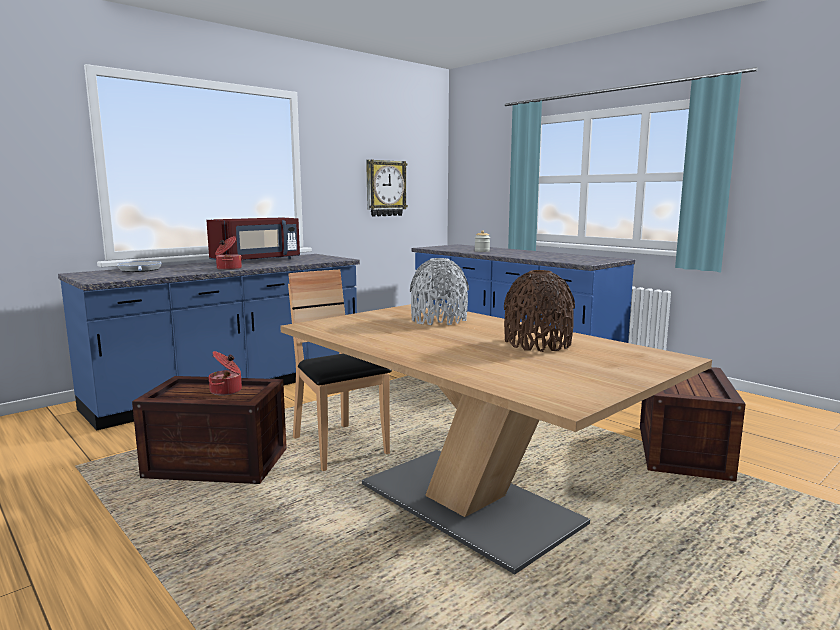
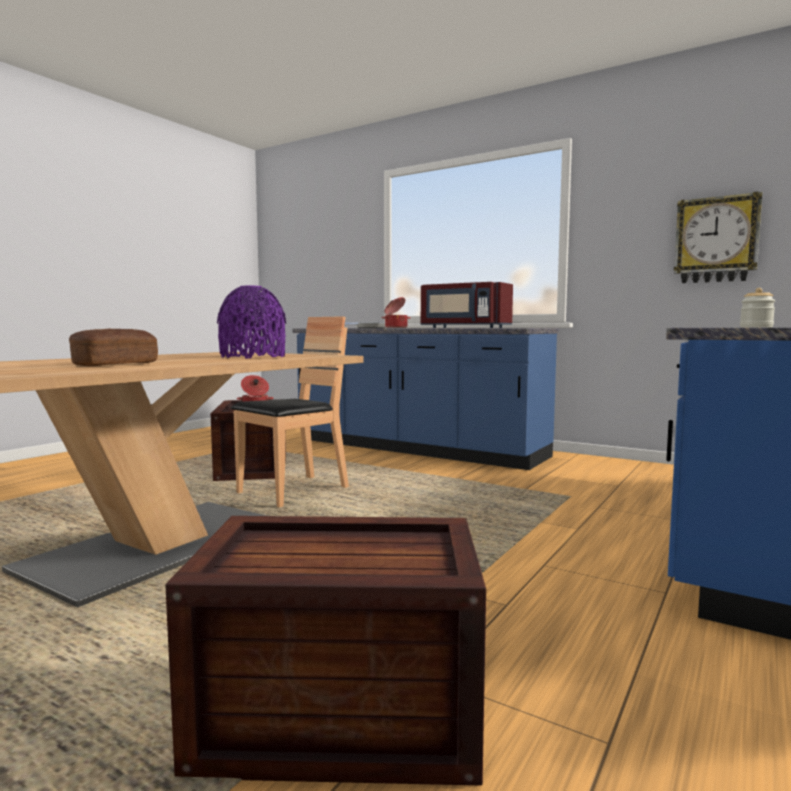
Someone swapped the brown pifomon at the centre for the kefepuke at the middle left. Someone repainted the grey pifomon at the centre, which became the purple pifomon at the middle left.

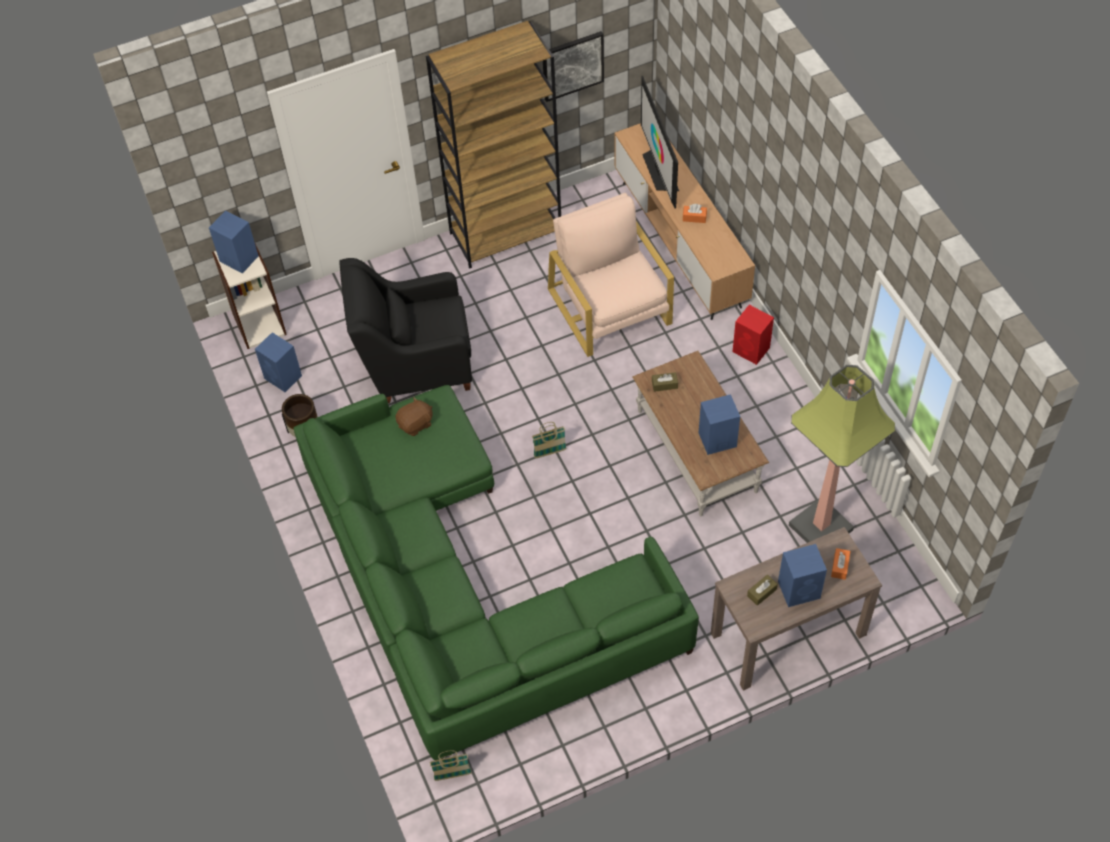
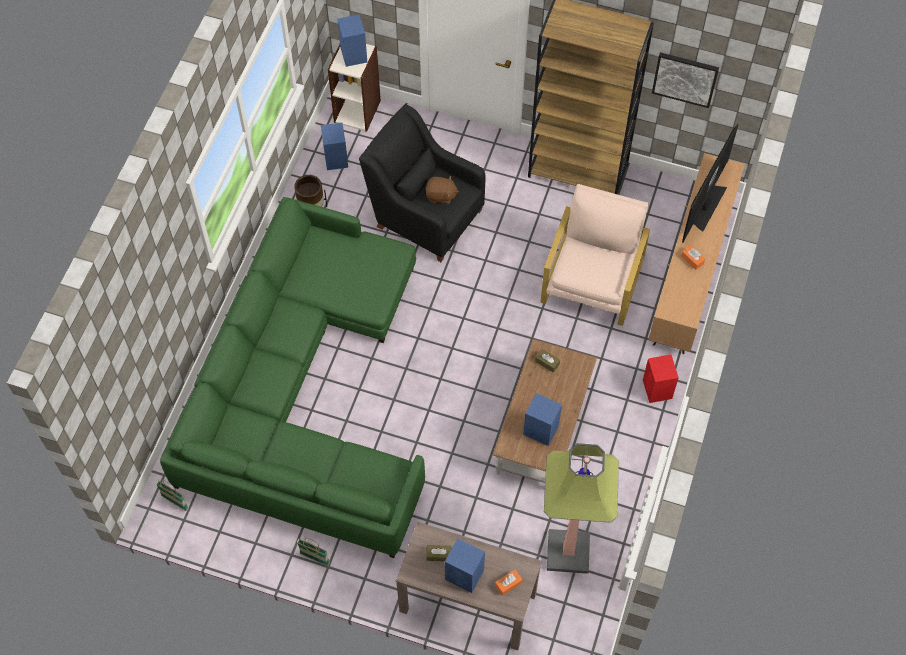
Someone carried the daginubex (2nd from left) from the centre to the bottom centre. Someone carried the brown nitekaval from the centre to the top centre.

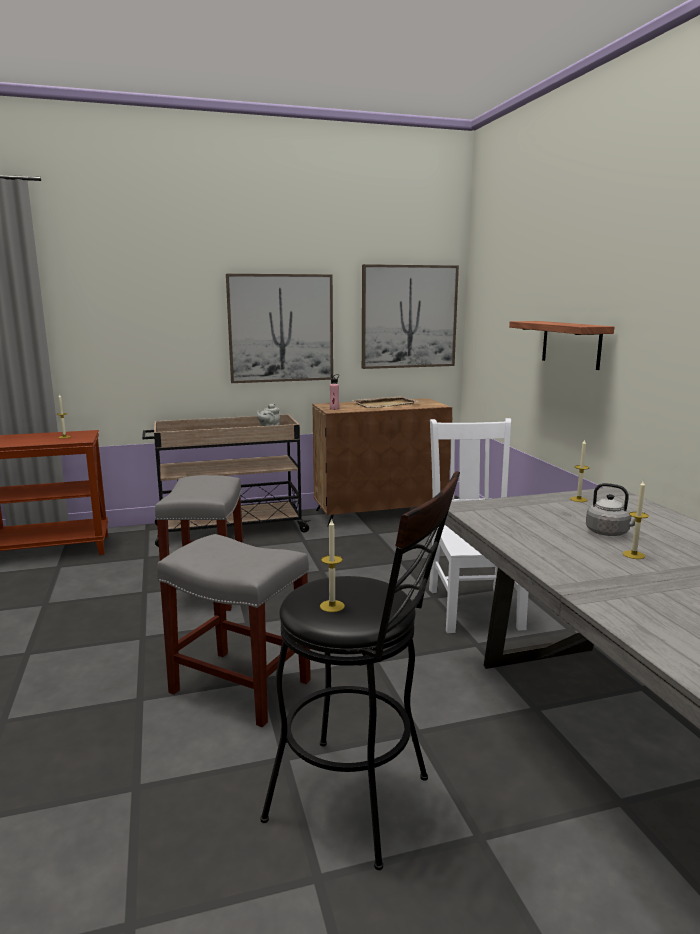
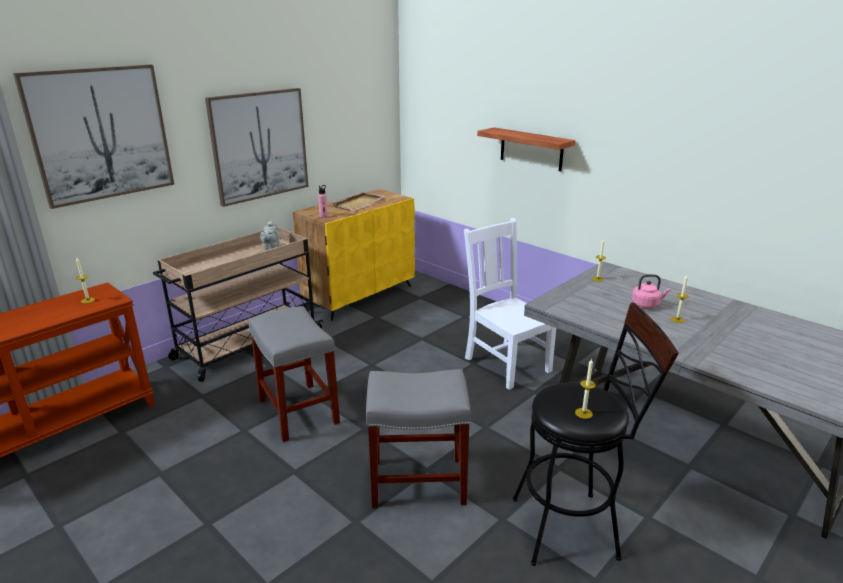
Someone carried the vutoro (2nd from left in the first image) from the centre to the top left. Someone repainted the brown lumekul at the centre, which became the yellow lumekul at the centre. Someone repainted the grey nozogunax at the middle right, which became the pink nozogunax at the middle right.

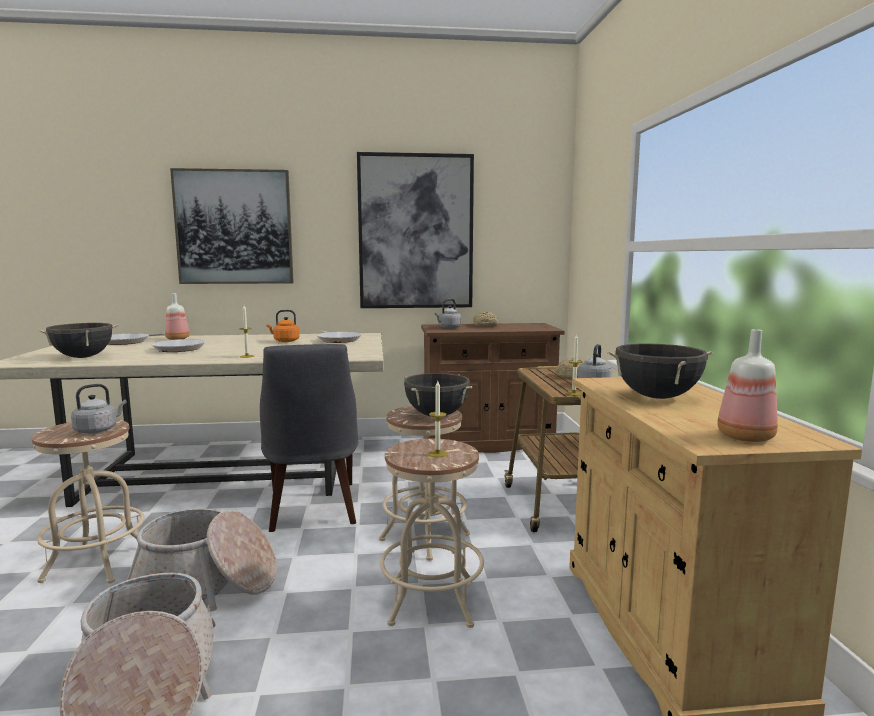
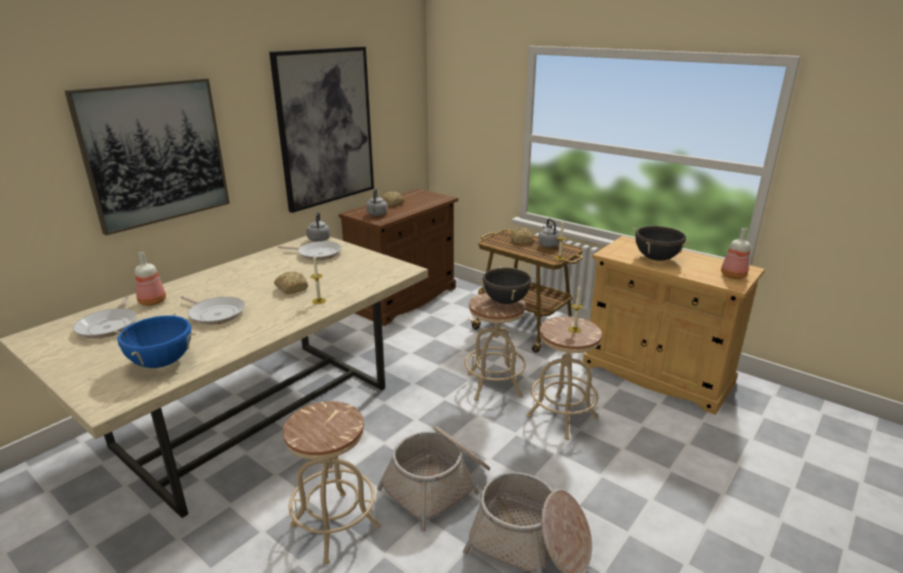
Someone repainted the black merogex (1st from left) at the middle left, which became the blue merogex at the middle left. Someone put down the kefepuke (1st from left) at the middle left. Someone carried the grey nozogunax (1st from left) from the middle left to the centre. Someone took away the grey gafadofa at the centre. Someone took away the orange nozogunax at the middle left.

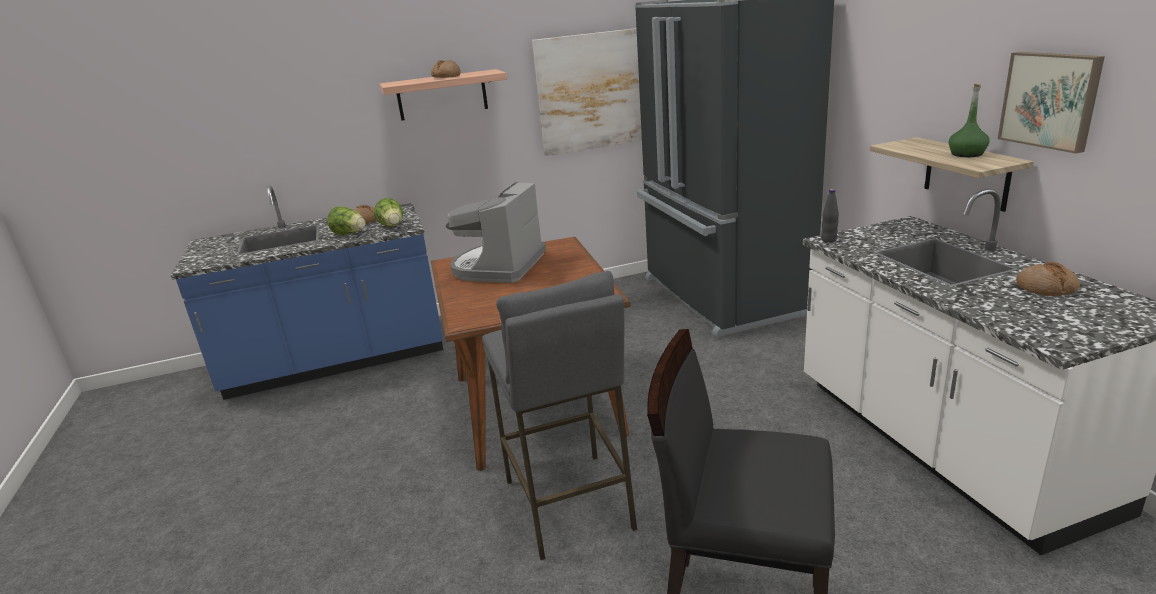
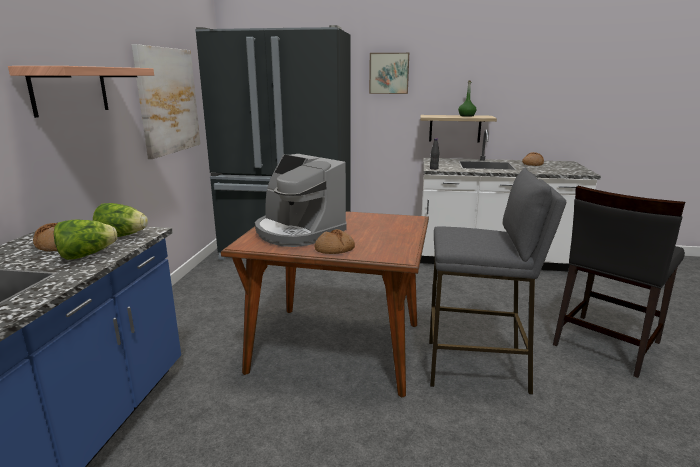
Someone carried the kefepuke (2nd from left) from the top centre to the centre. Someone carried the vutoro (2nd from left) from the top right to the top centre.

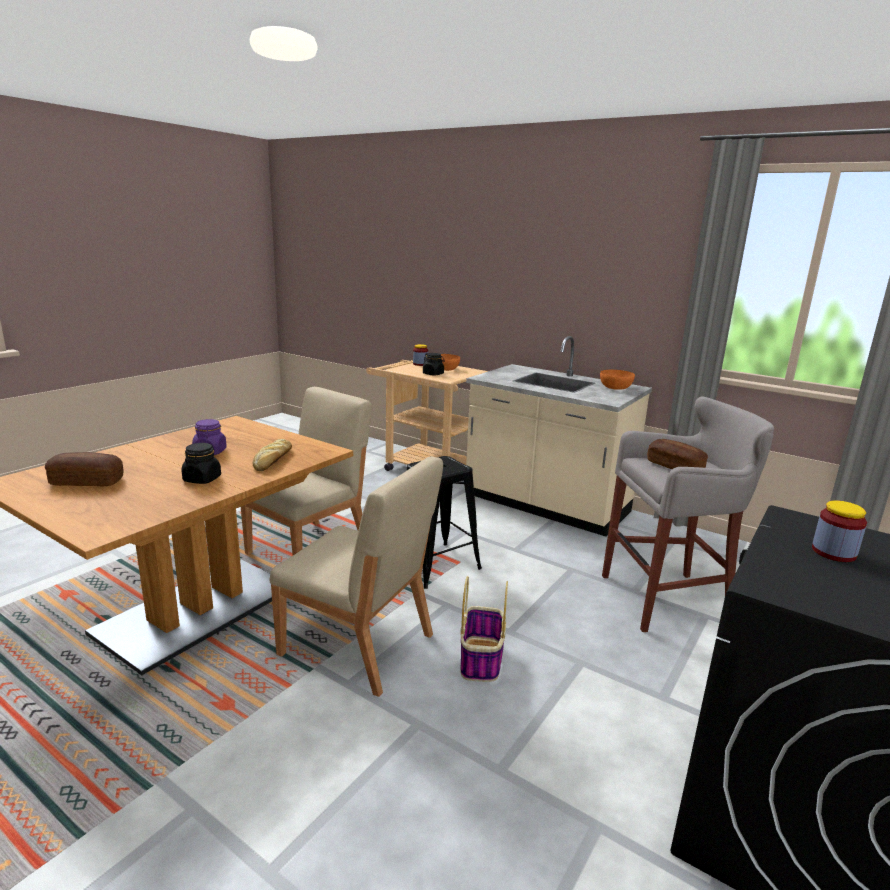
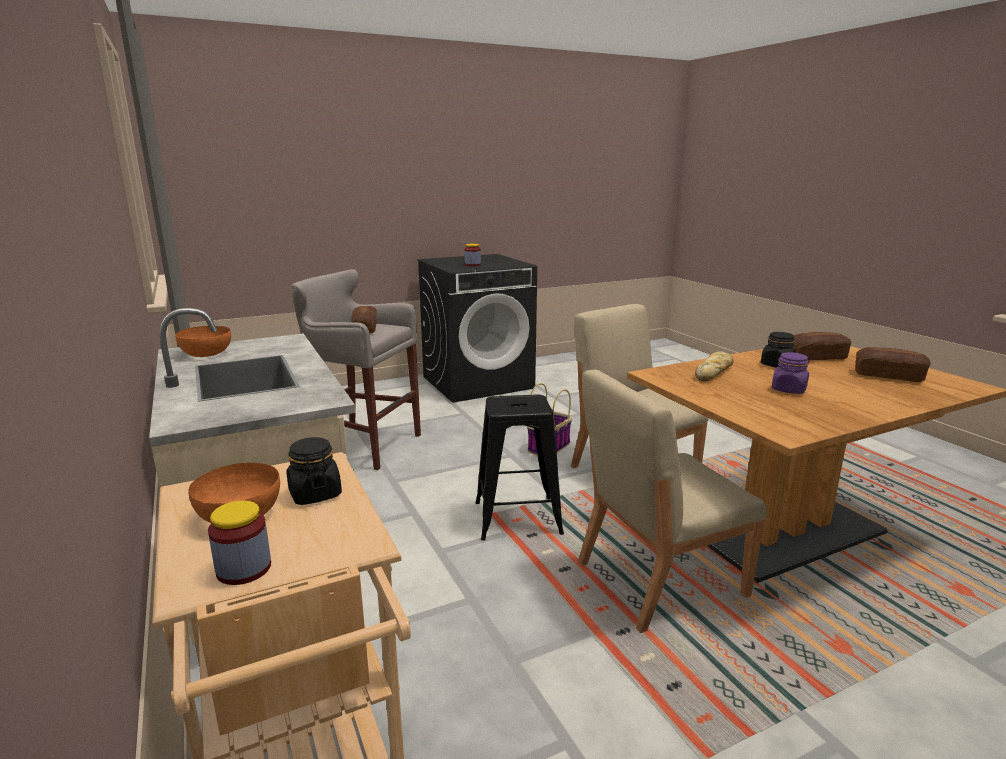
Someone put down the kefepuke (3rd from left) at the middle right.

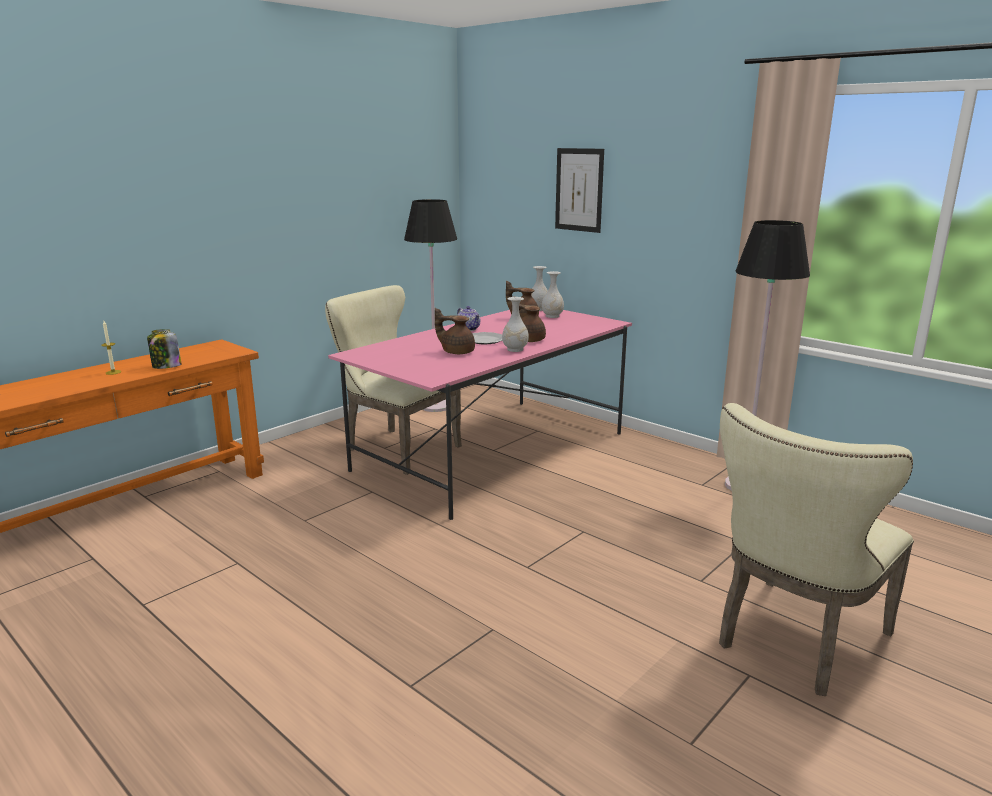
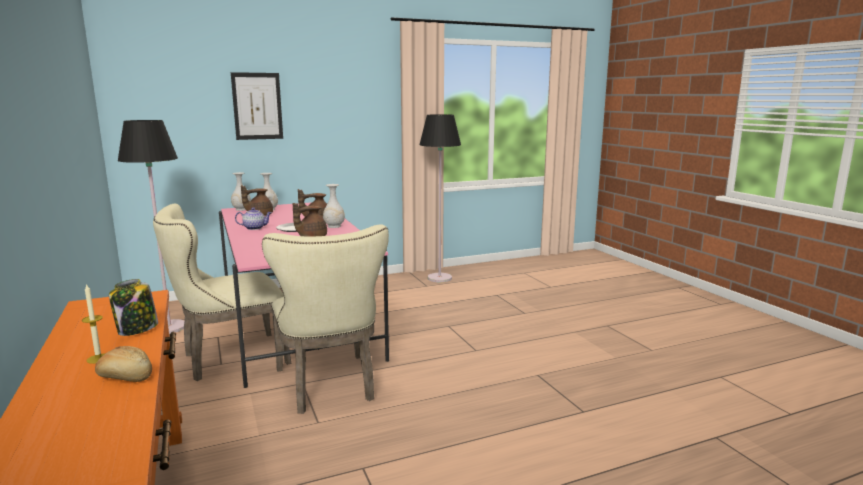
Someone put down the kefepuke at the bottom left. Someone carried the beige gafadofa (2nd from left) from the bottom right to the centre.

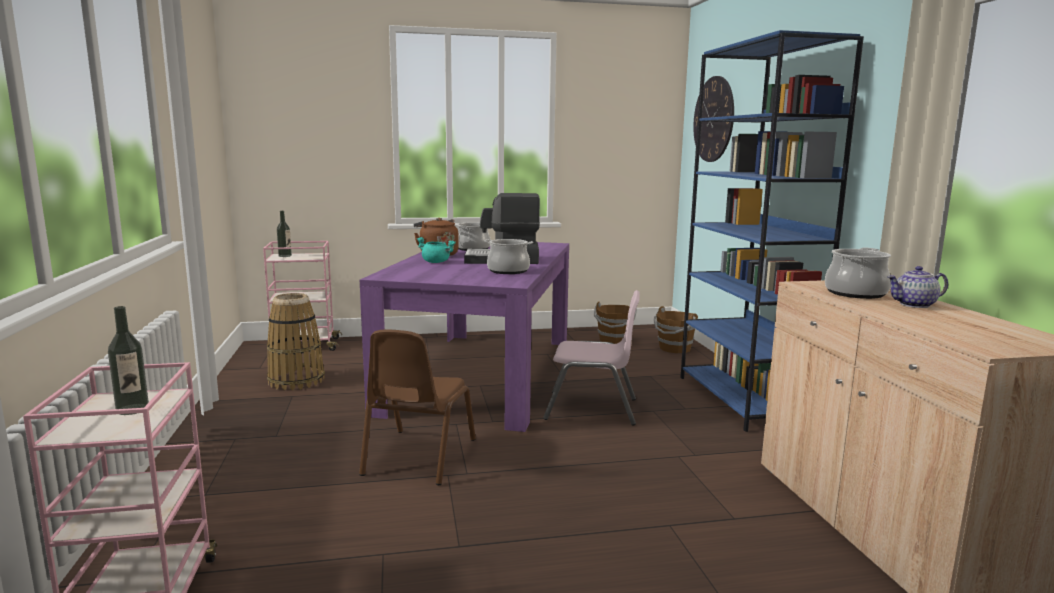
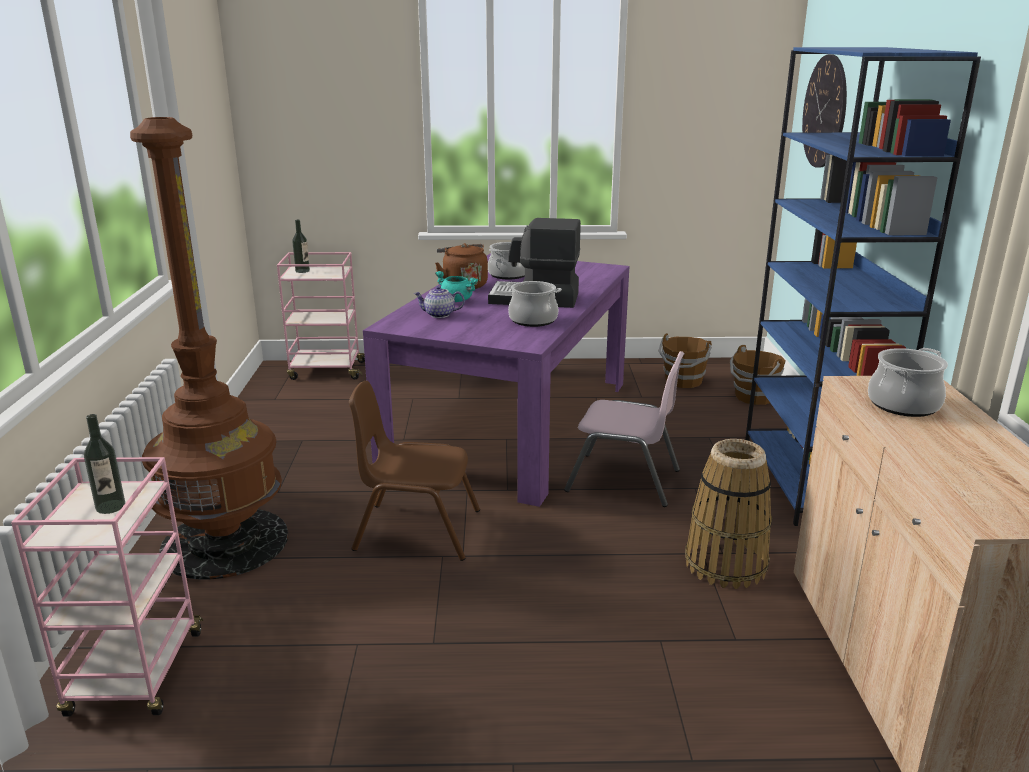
Someone put down the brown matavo at the middle left. Someone rotated the brown gafadofa at the bottom centre by 75 degrees clockwise. Someone carried the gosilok from the middle right to the centre. Someone carried the daginubex from the middle left to the middle right.

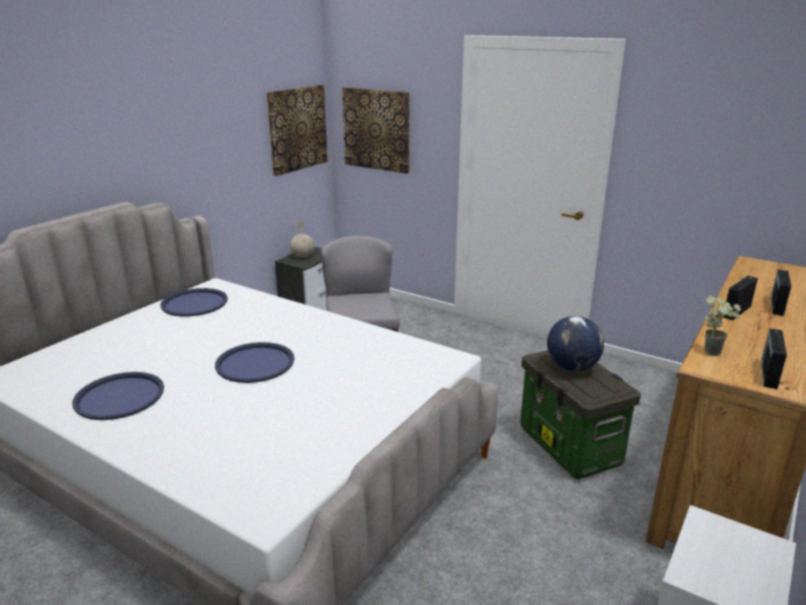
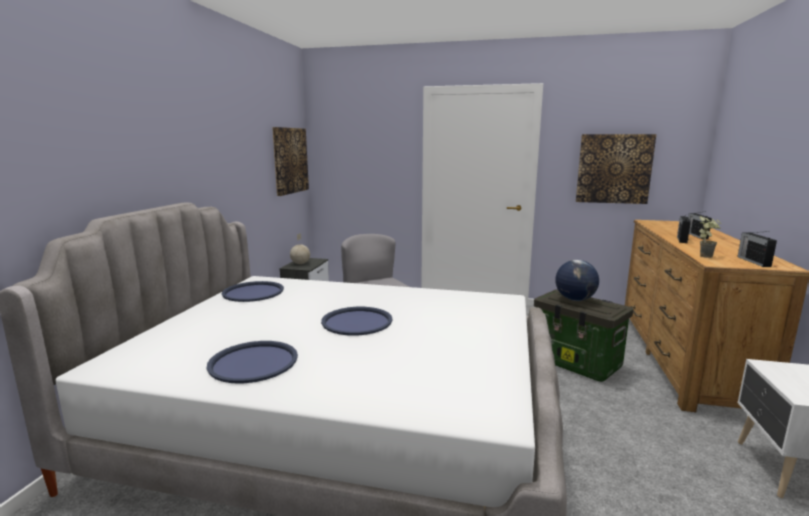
Someone carried the vutoro (2nd from left) from the top centre to the top right.

